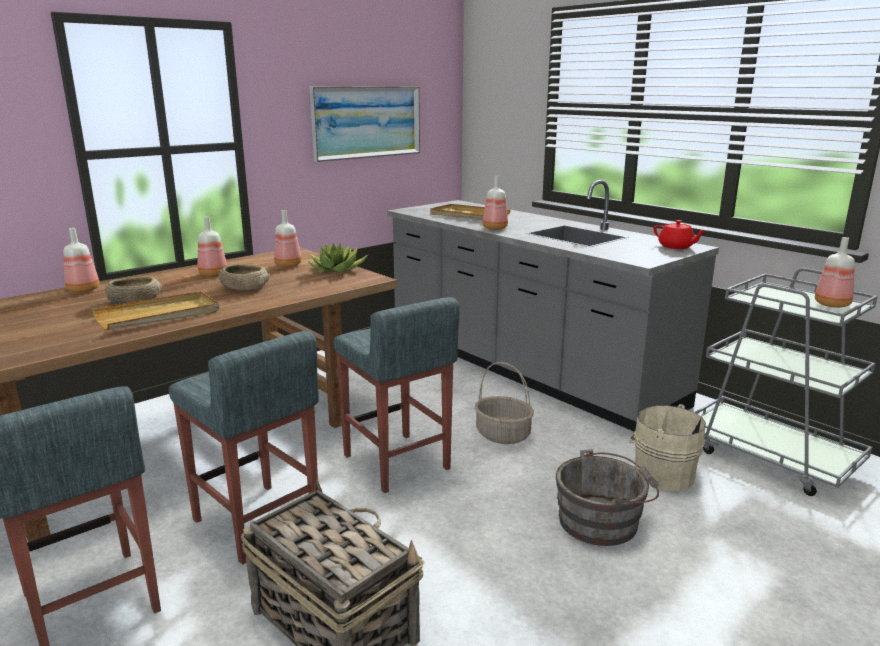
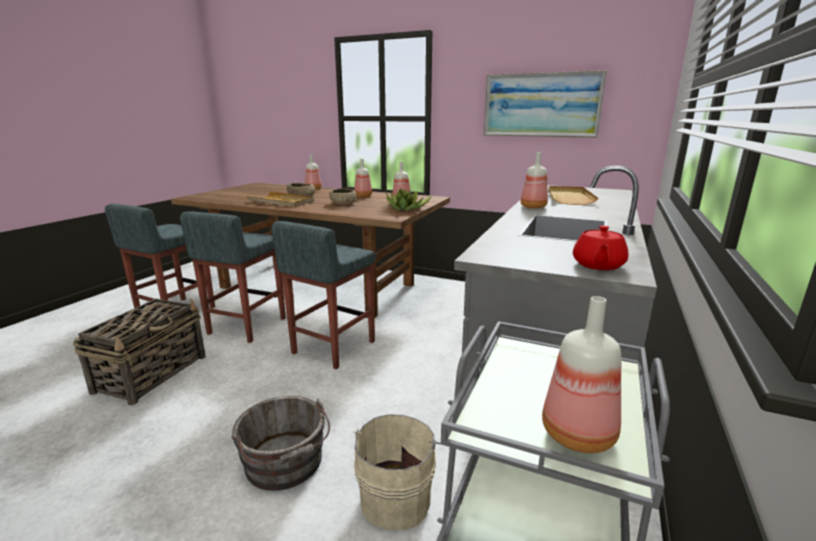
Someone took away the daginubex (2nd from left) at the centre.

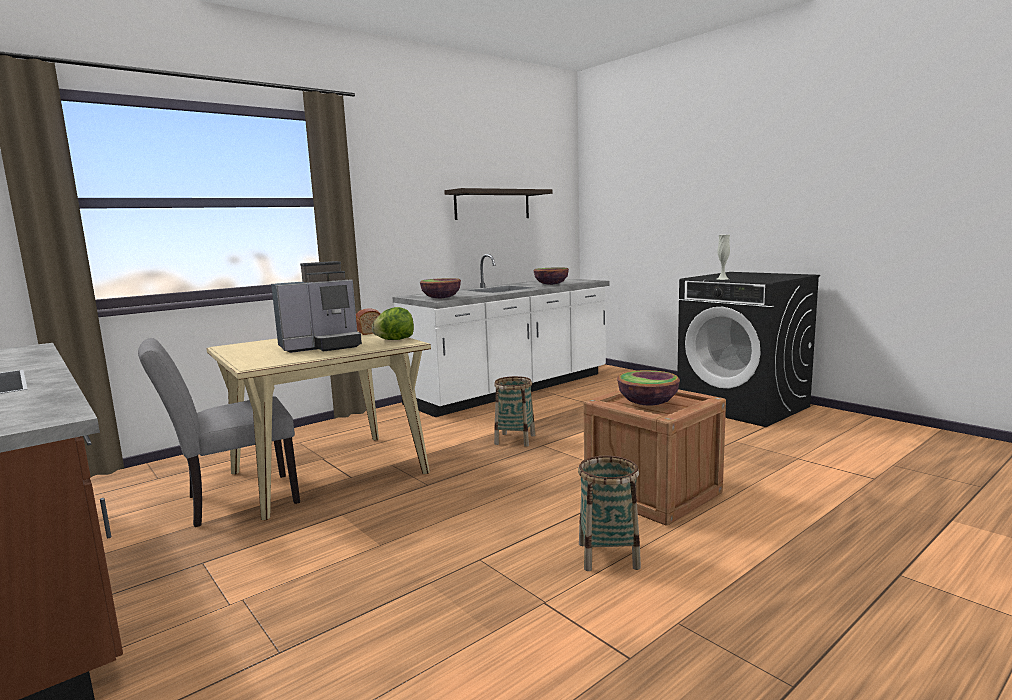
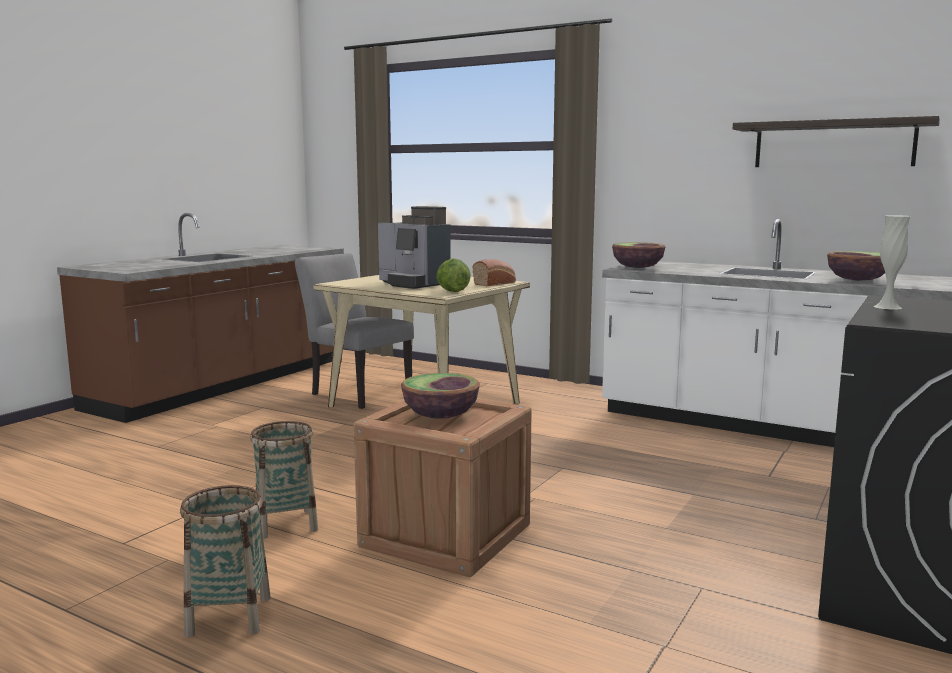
Someone carried the daginubex (1st from left) from the centre to the bottom left.

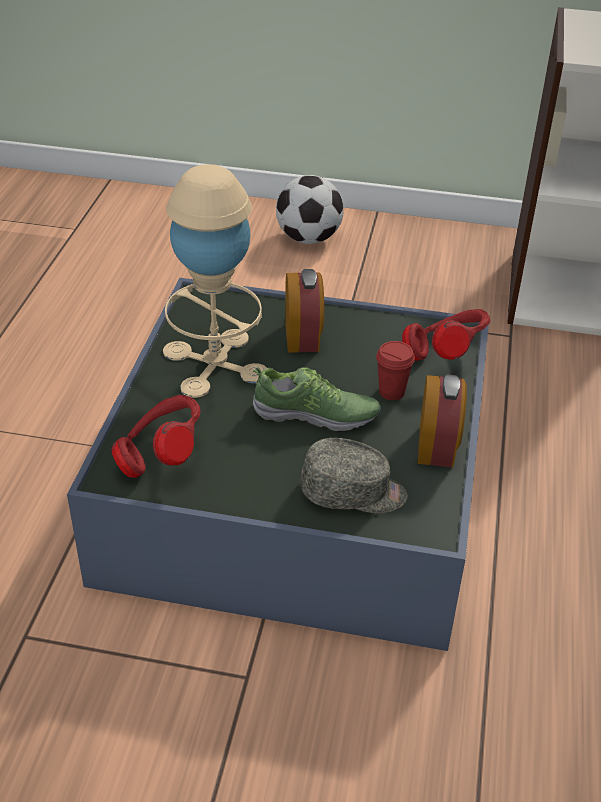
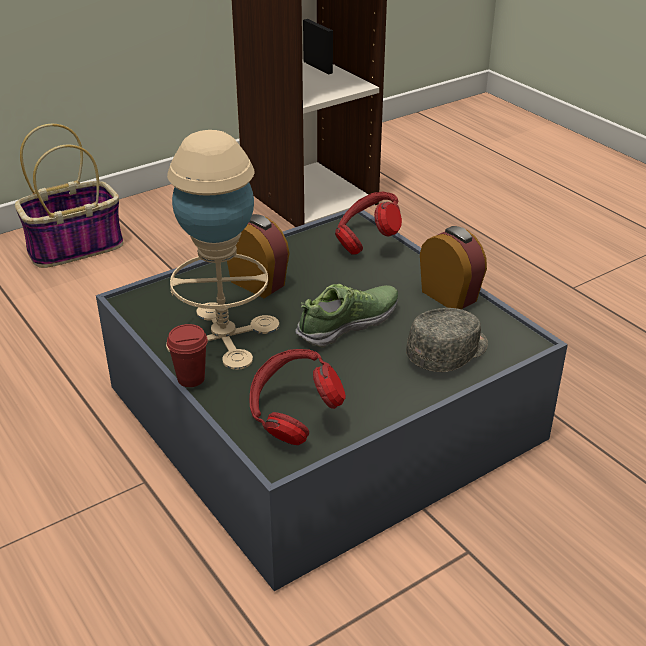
Someone swapped the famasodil at the top centre for the daginubex at the top left. Someone carried the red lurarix from the centre to the middle left.

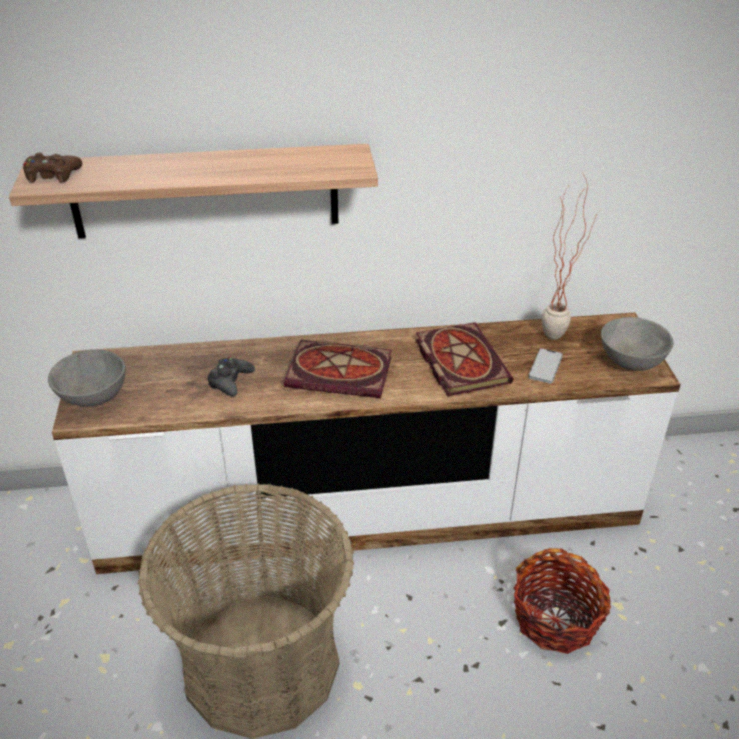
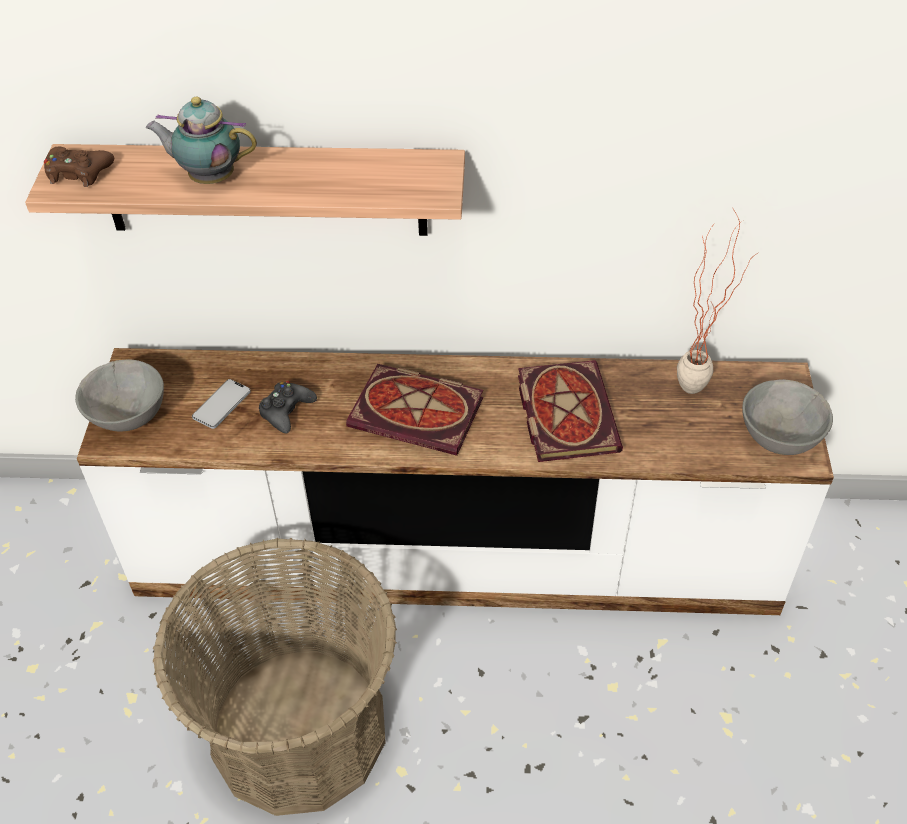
Someone put down the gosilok at the top left. Someone carried the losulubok from the middle right to the middle left. Someone took away the daginubex (2nd from left) at the bottom right.

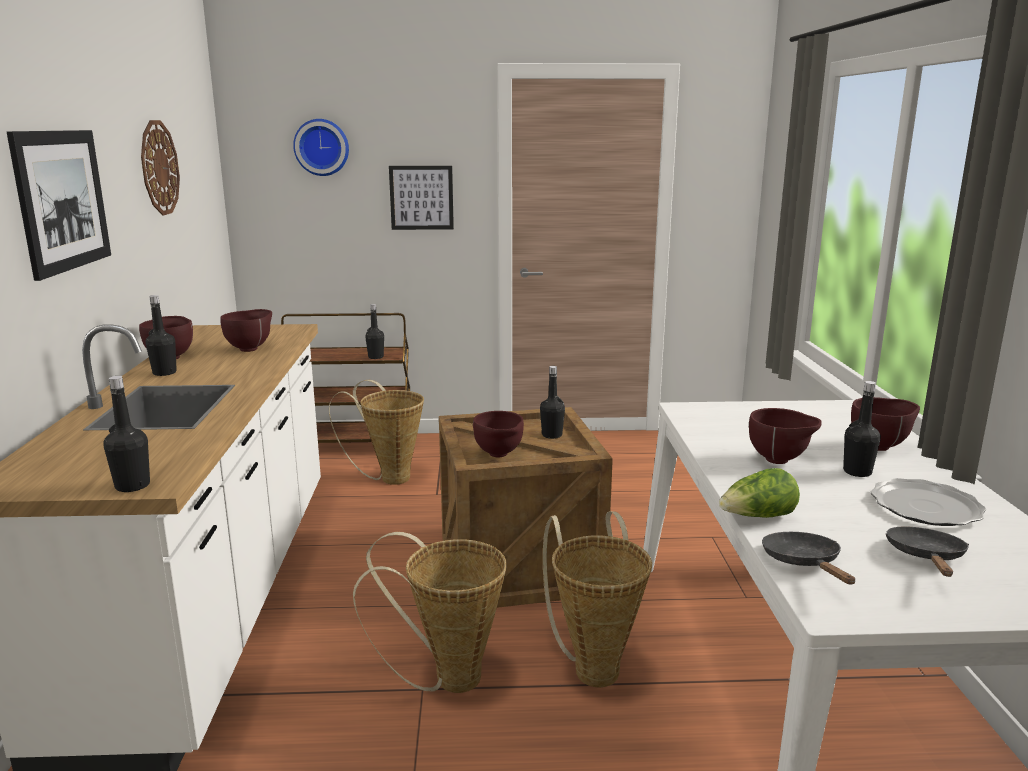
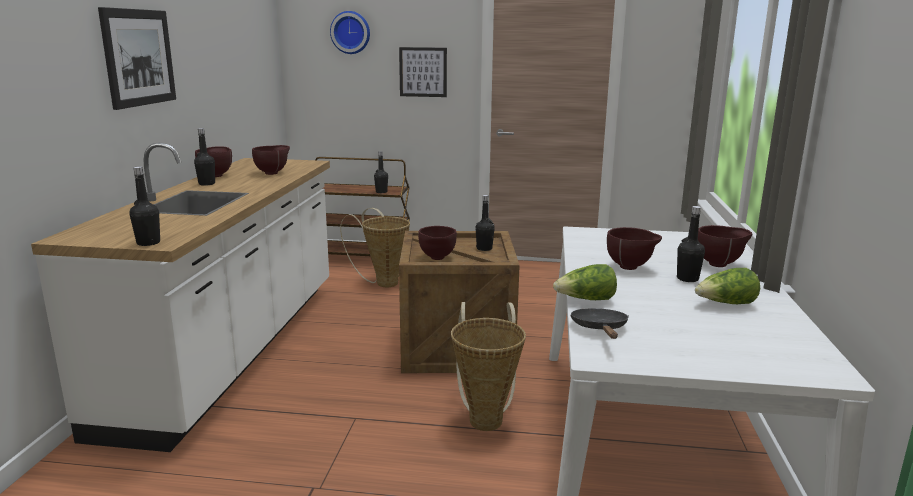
Someone swapped the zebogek at the middle right for the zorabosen (2nd from left) at the middle right. Someone took away the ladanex (1st from left) at the top left. Someone took away the daginubex (2nd from left) at the bottom centre. Someone took away the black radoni (2nd from left) at the bottom right.

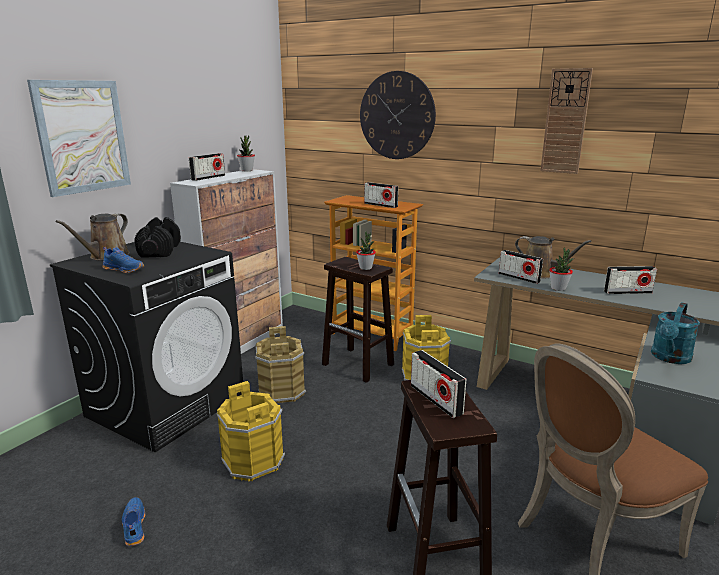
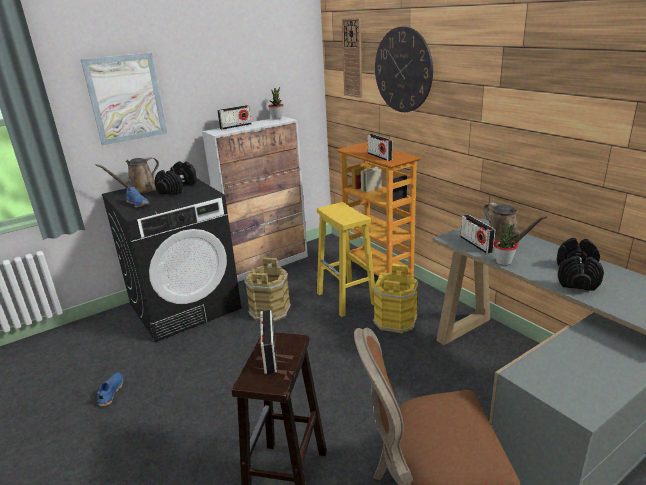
Someone repainted the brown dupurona (1st from left) at the centre, which became the yellow dupurona at the centre. Someone carried the ladanex (2nd from left in the first image) from the top right to the top centre. Someone swapped the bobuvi (5th from left) at the middle right for the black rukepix (2nd from left) at the middle right. Someone took away the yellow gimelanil (1st from left) at the bottom centre. Someone took away the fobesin (2nd from left) at the centre. Someone took away the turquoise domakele at the middle right.

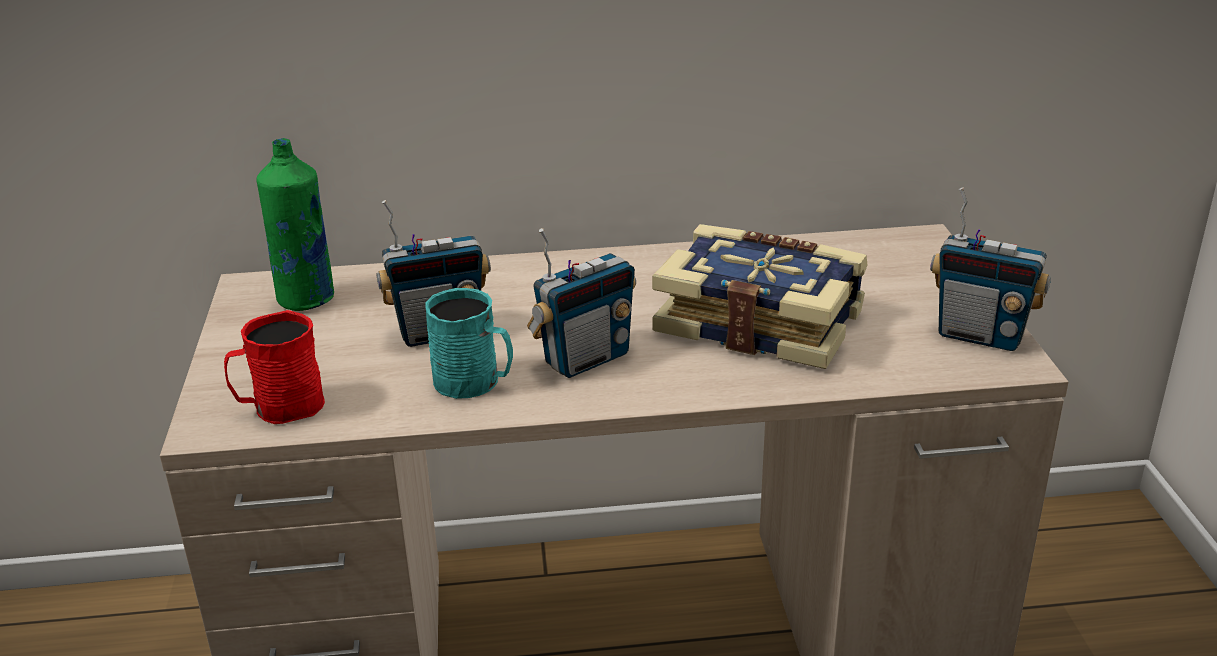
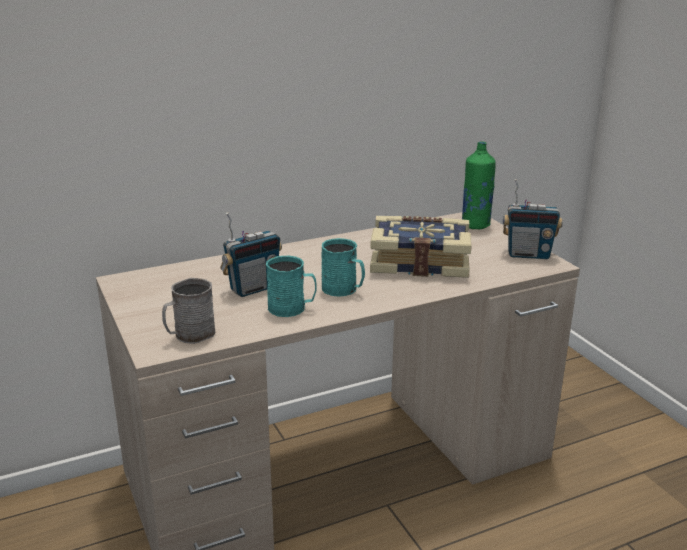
Someone repainted the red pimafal at the middle left, which became the grey pimafal at the middle left. Someone swapped the bobuvi (2nd from left) at the centre for the turquoise pimafal (2nd from left) at the centre. Someone carried the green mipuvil from the middle left to the middle right.

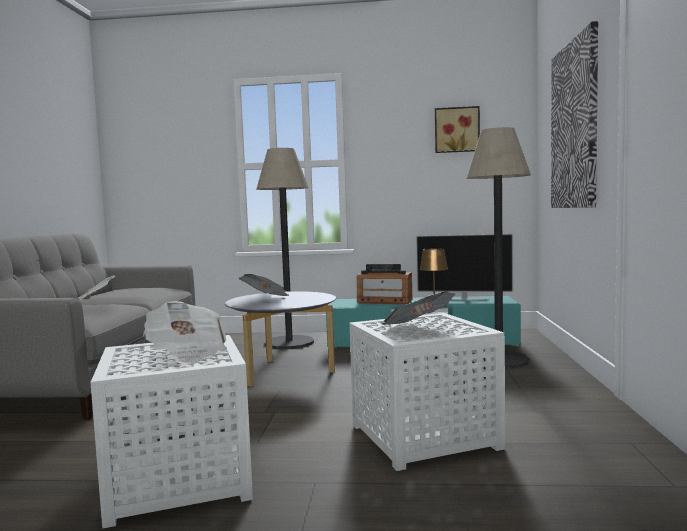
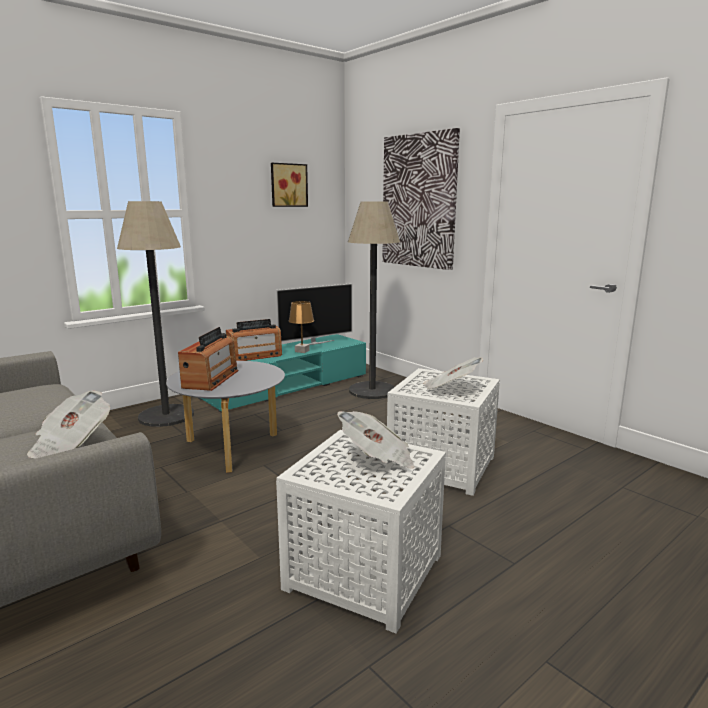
Someone swapped the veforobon (3rd from left) at the centre for the bobuvi (1st from left) at the middle left.

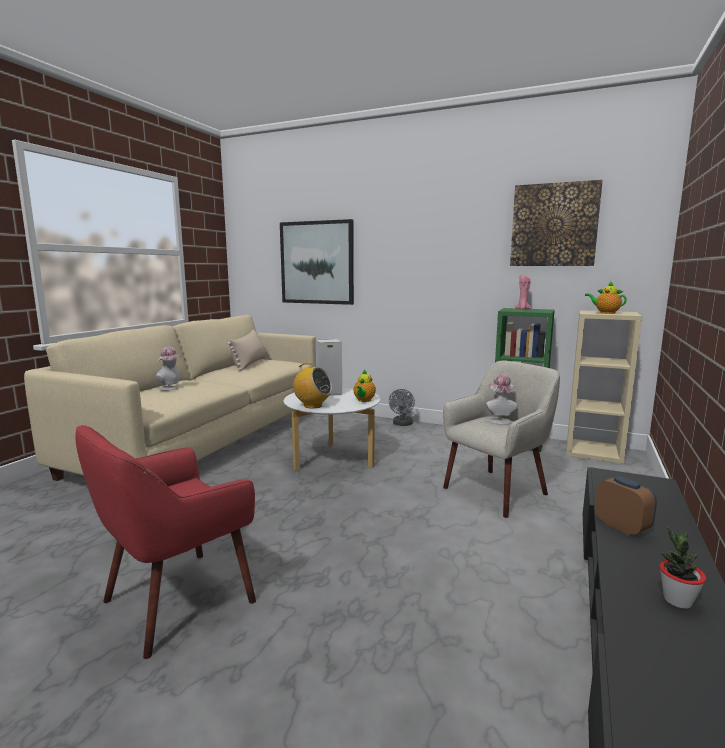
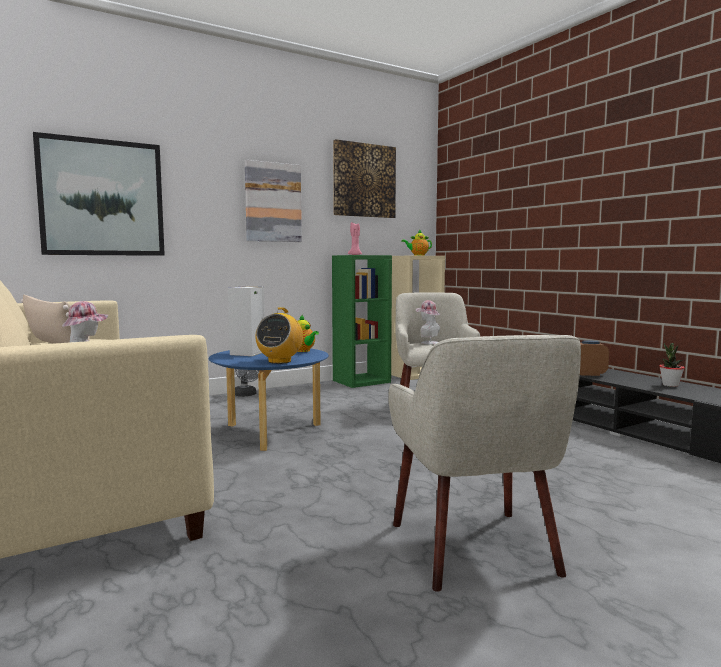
Someone repainted the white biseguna at the centre, which became the blue biseguna at the centre. Someone put up the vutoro (2nd from left) at the top centre. Someone rotated the bobuvi at the centre by 135 degrees clockwise. Someone repainted the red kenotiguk at the bottom left, which became the beige kenotiguk (2nd from left) at the bottom right.

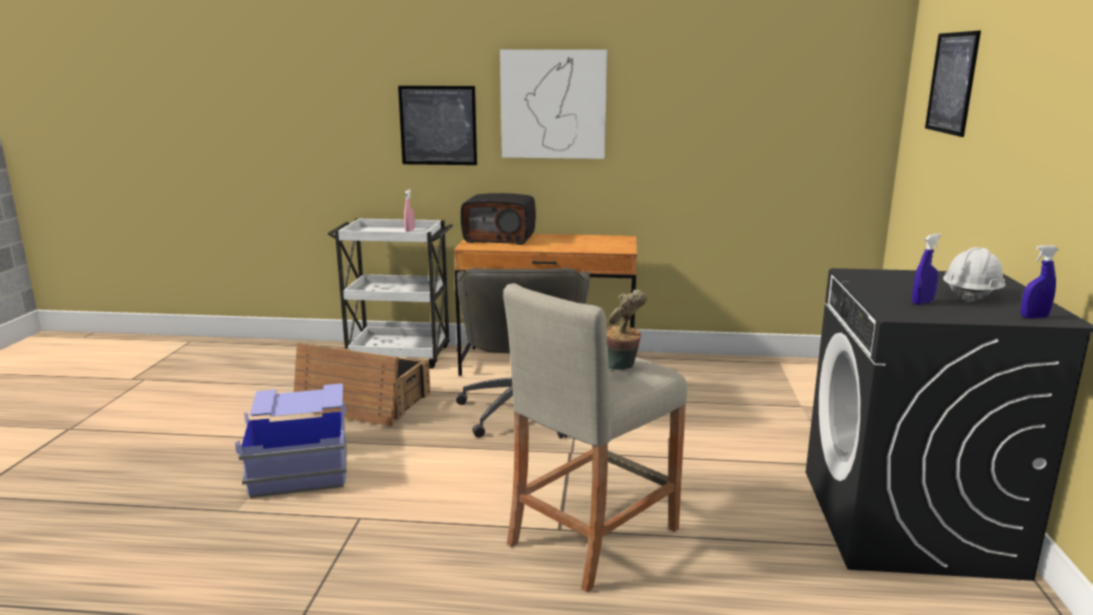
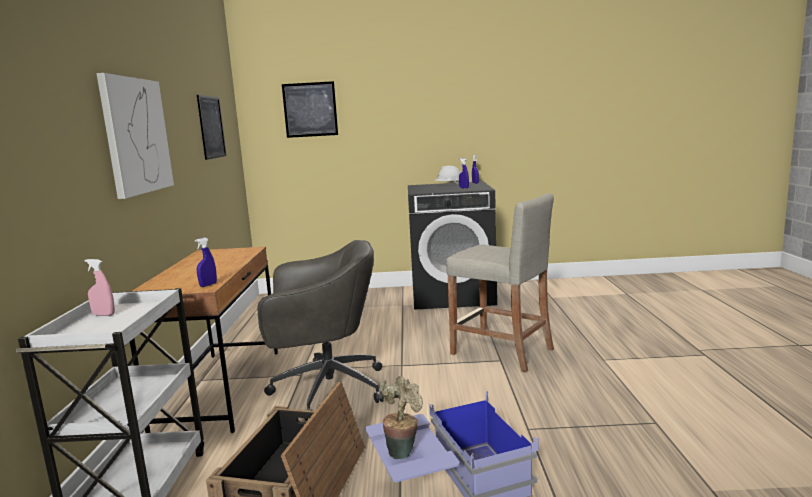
Someone put down the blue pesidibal (1st from left) at the middle left. Someone carried the vutoro (1st from left in the first image) from the top centre to the top left. Someone carried the fobesin from the centre to the bottom centre. Someone took away the bobuvi at the centre.

